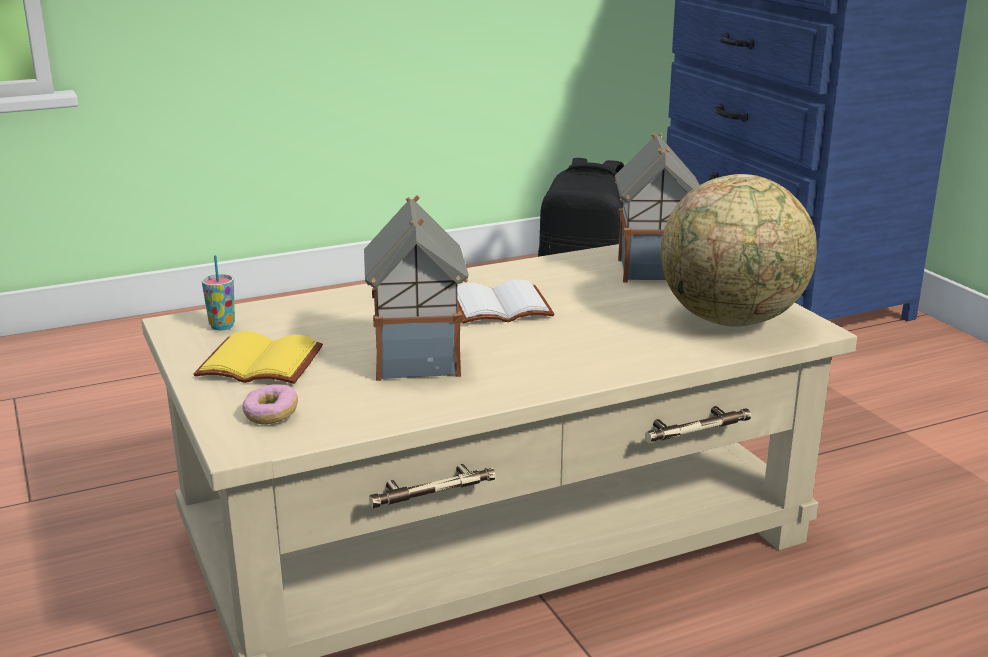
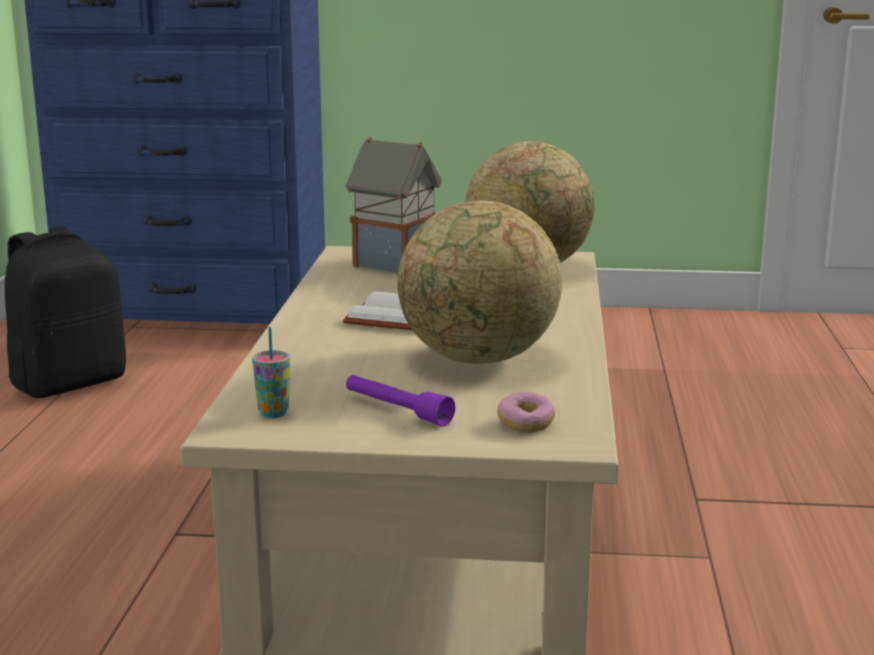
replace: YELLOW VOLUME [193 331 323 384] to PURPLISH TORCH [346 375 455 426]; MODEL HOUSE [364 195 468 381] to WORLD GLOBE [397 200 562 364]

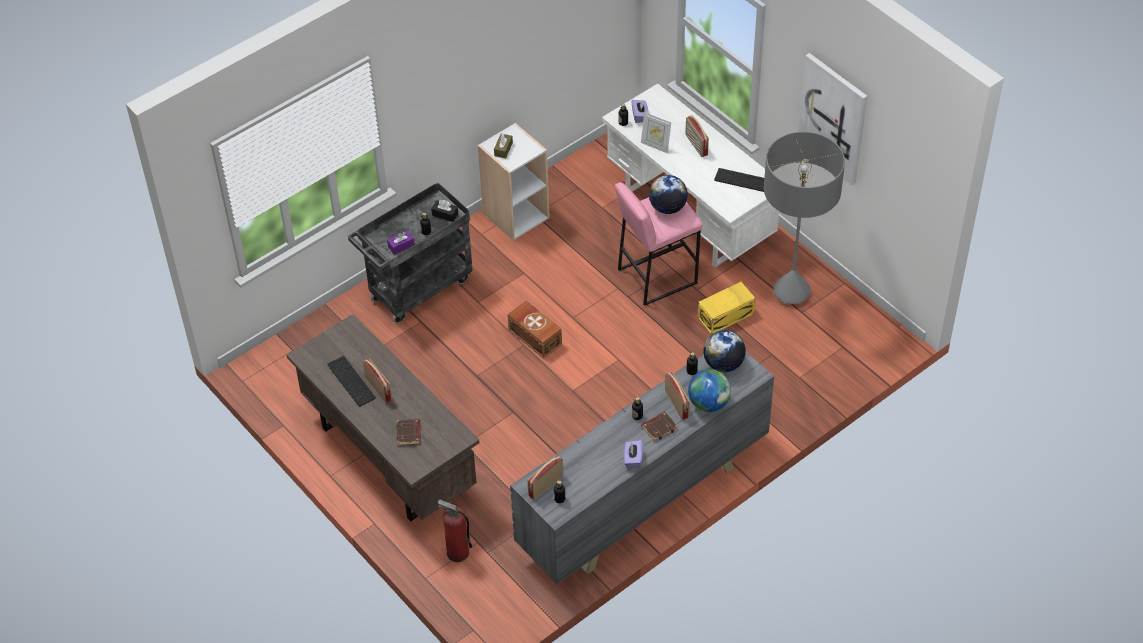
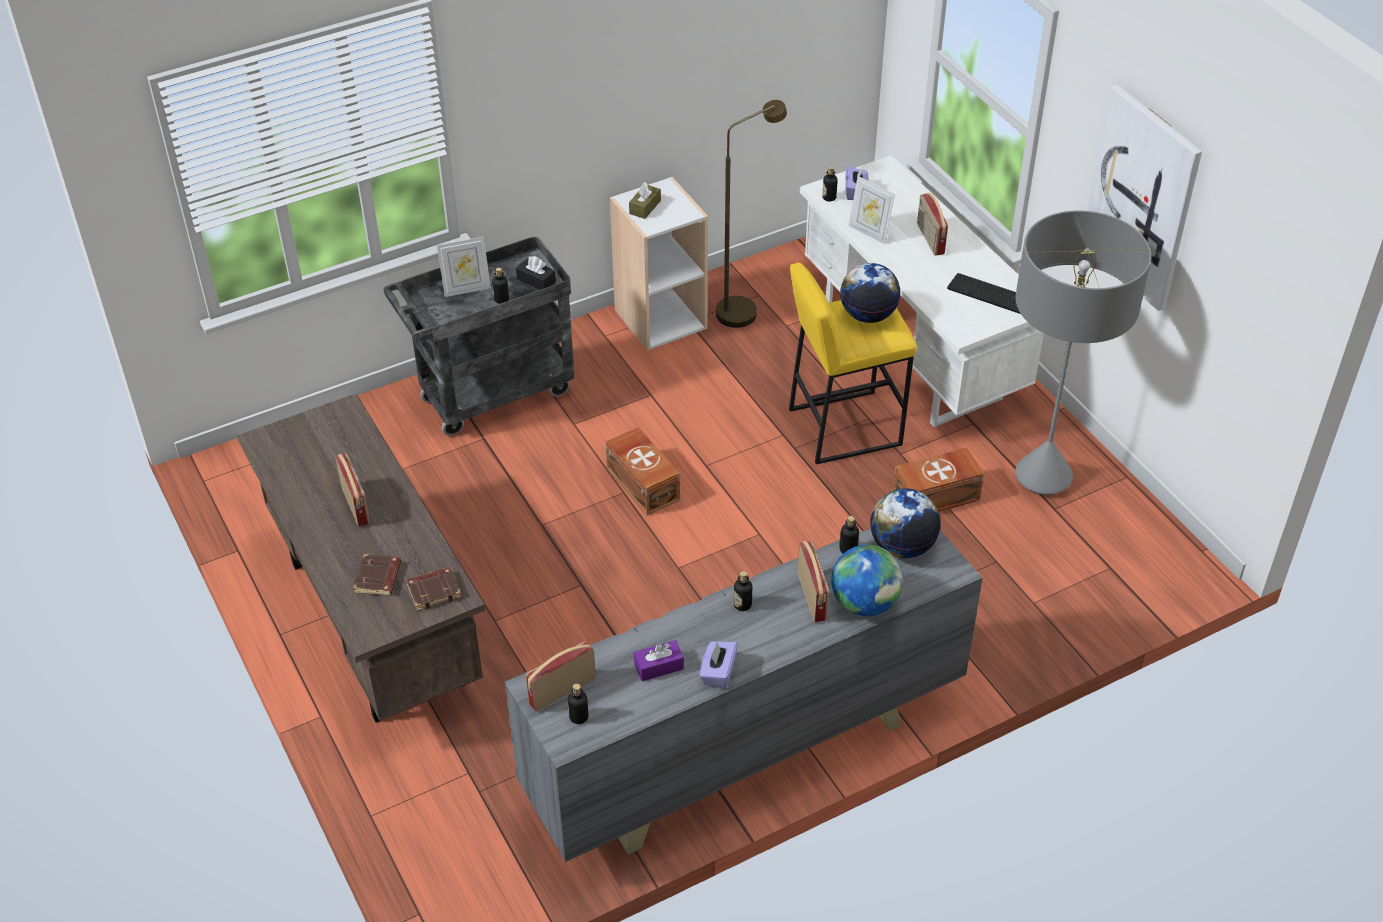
delete: COMPUTER KEYBOARD [327 356 376 407]; EXTINGUISHER [438 499 472 562]
insert: PICTURE FRAME [437 237 491 297]; BROWN-COLOURED STANDARD LAMP [716 100 787 328]
move: PURPLISH TISSUE HOLDER [387 231 415 254] to [634 640 684 681]; BROWN-COLOURED VOLUME [641 412 678 442] to [406 567 461 611]
recolor: PINK-COLOURED STOOL SEAT [615 182 702 306] to YELLOW STOOL SEAT [789 263 917 464]; YELLOW STORAGE CONTAINER [698 282 755 335] to BROWN-COLOURED STORAGE CONTAINER [893 447 984 512]

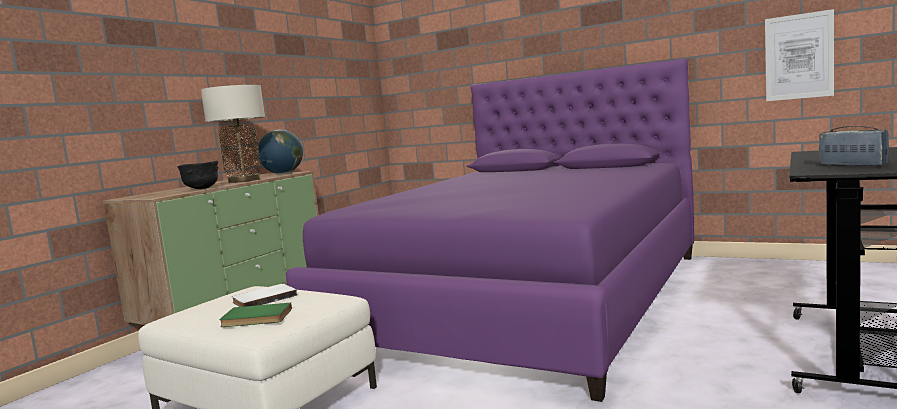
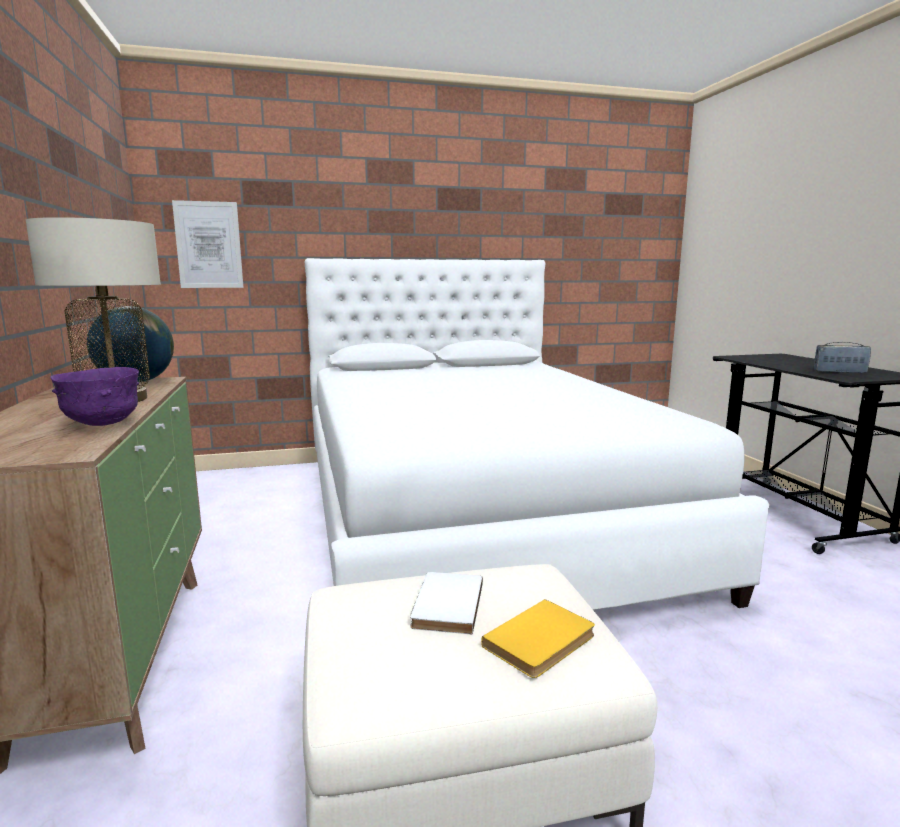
move: WALL ART [765 9 834 101] to [172 200 244 288]
recolor: BLACKISH BOWL [177 161 219 189] to PURPLISH BOWL [50 367 139 426]; GREENISH VOLUME [219 303 292 327] to YELLOW VOLUME [481 599 595 678]; PURPLISH BEDROOM BED [286 58 694 402] to WHITISH BEDROOM BED [305 258 769 610]

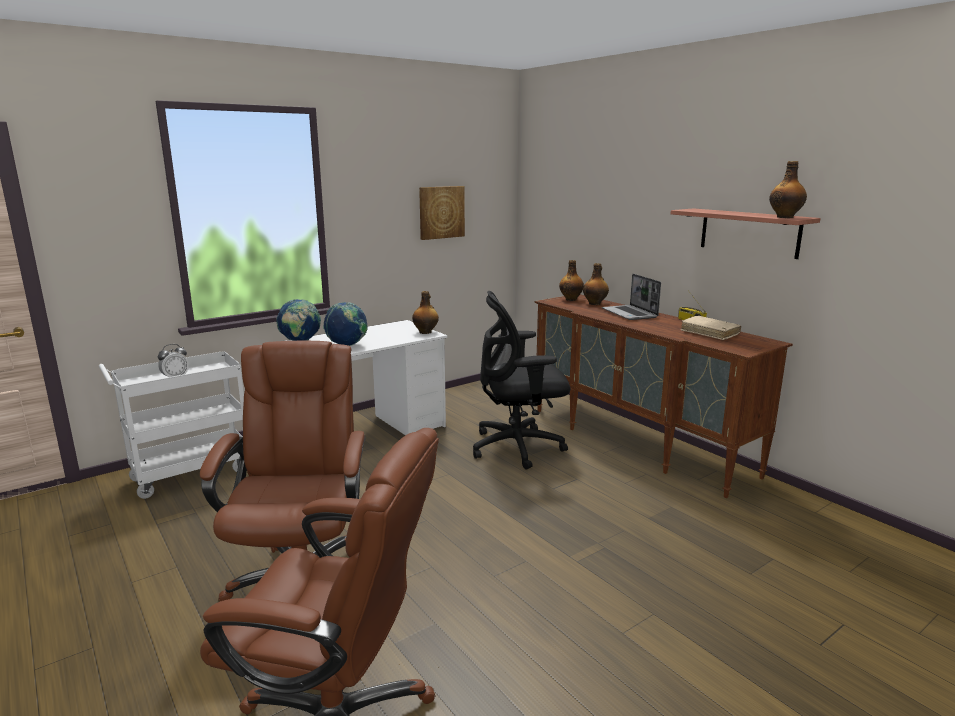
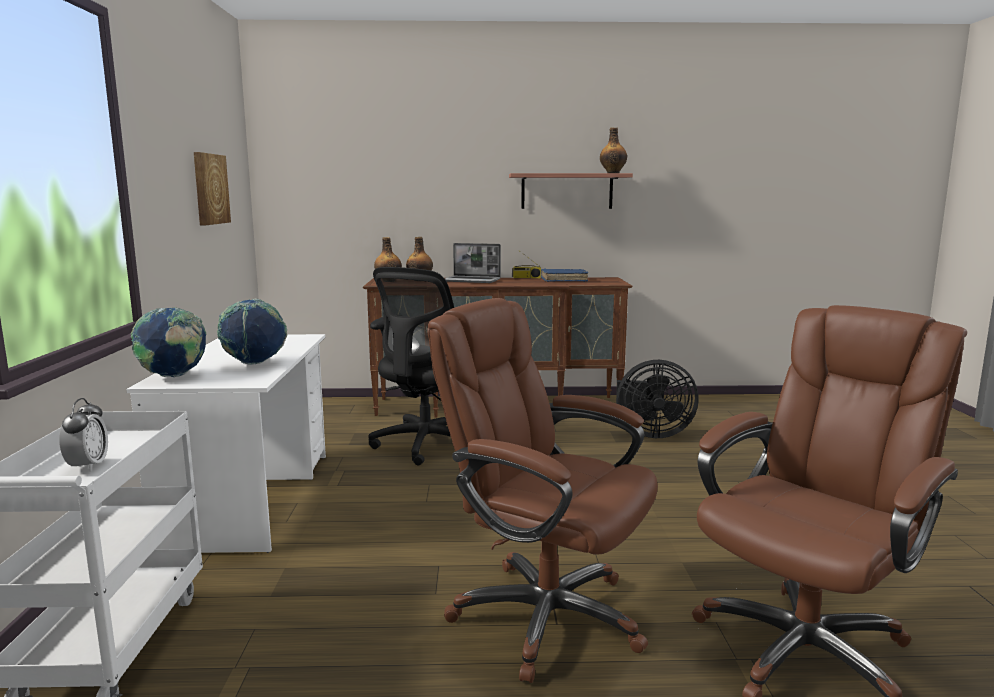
delete: DRINK BOTTLE [412 291 439 334]
insert: BLACKISH COOLING FAN [616 360 699 438]
recolor: BEIGE-COLOURED VOLUME [681 316 741 340] to BLUE-COLOURED VOLUME [541 268 588 282]

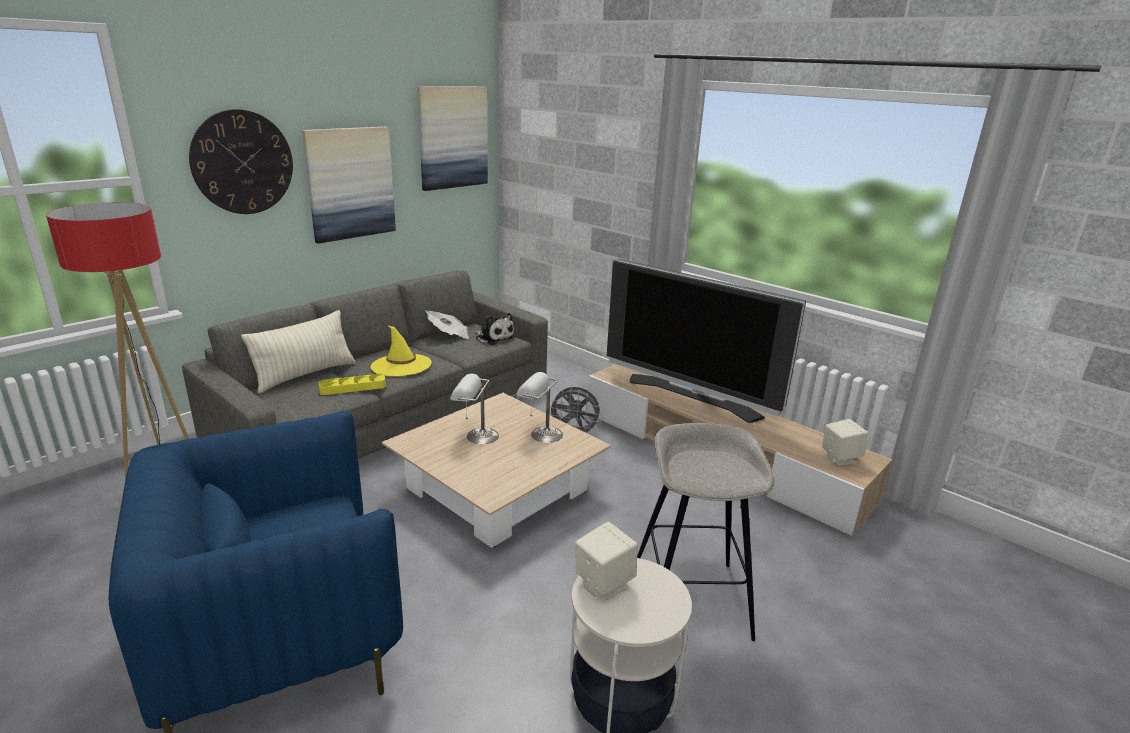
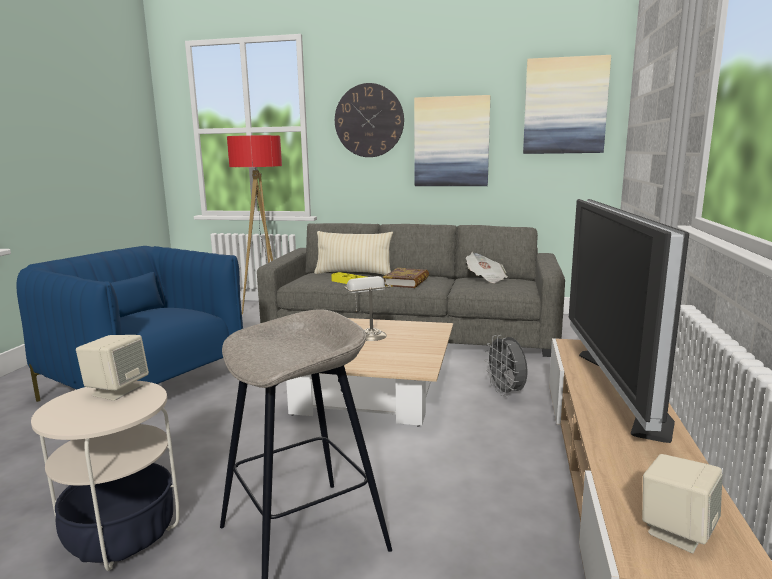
delete: PLUSH TOY [474 313 515 345]; WHITISH TABLE LAMP [516 372 563 443]
replace: YELLOW WEARABLE HAT [371 325 432 376] to VOLUME [383 268 429 288]

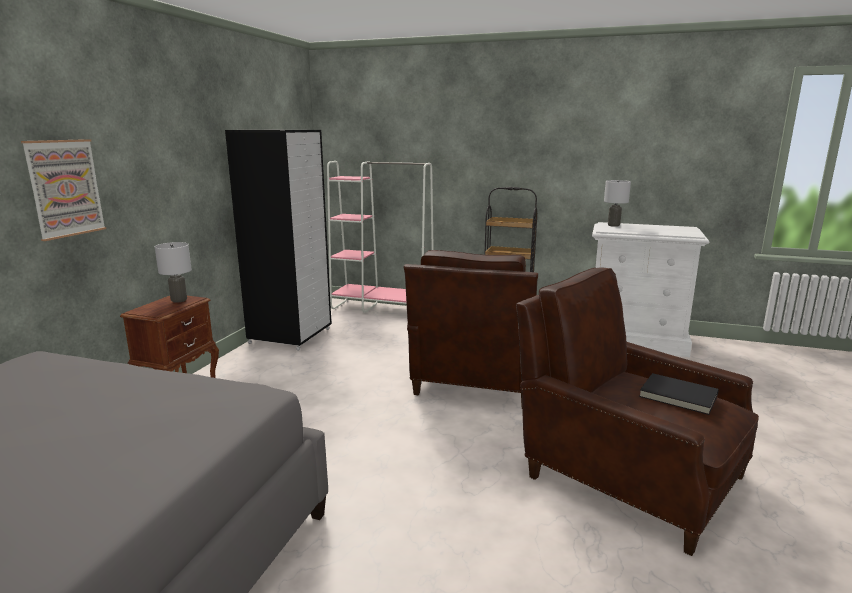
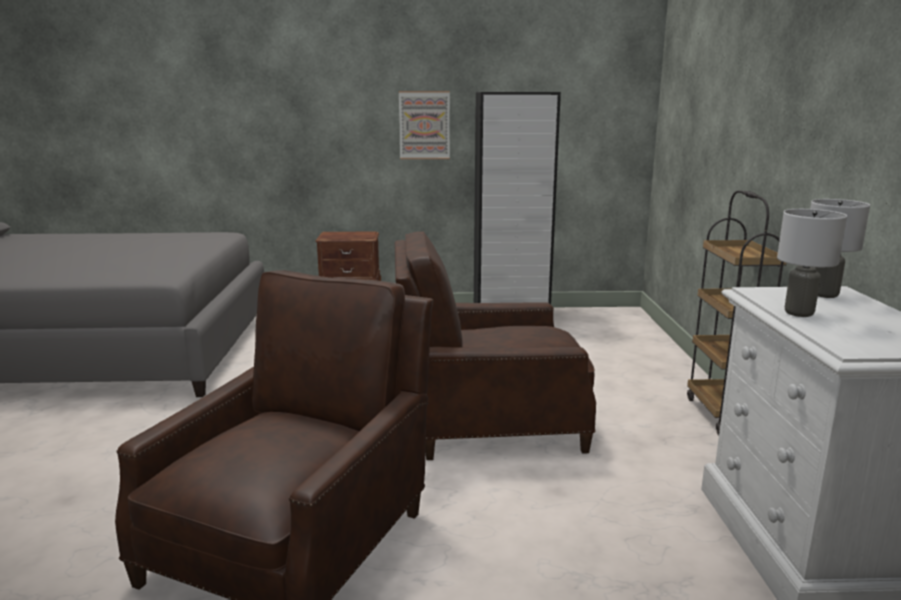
delete: PINK-COLOURED GARMENT STAND [327 161 434 313]; BLACKISH VOLUME [639 373 719 415]
move: WALL ART [21 139 106 241] to [399 91 450 159]; WHITISH TABLE LAMP [155 242 192 303] to [777 209 847 317]

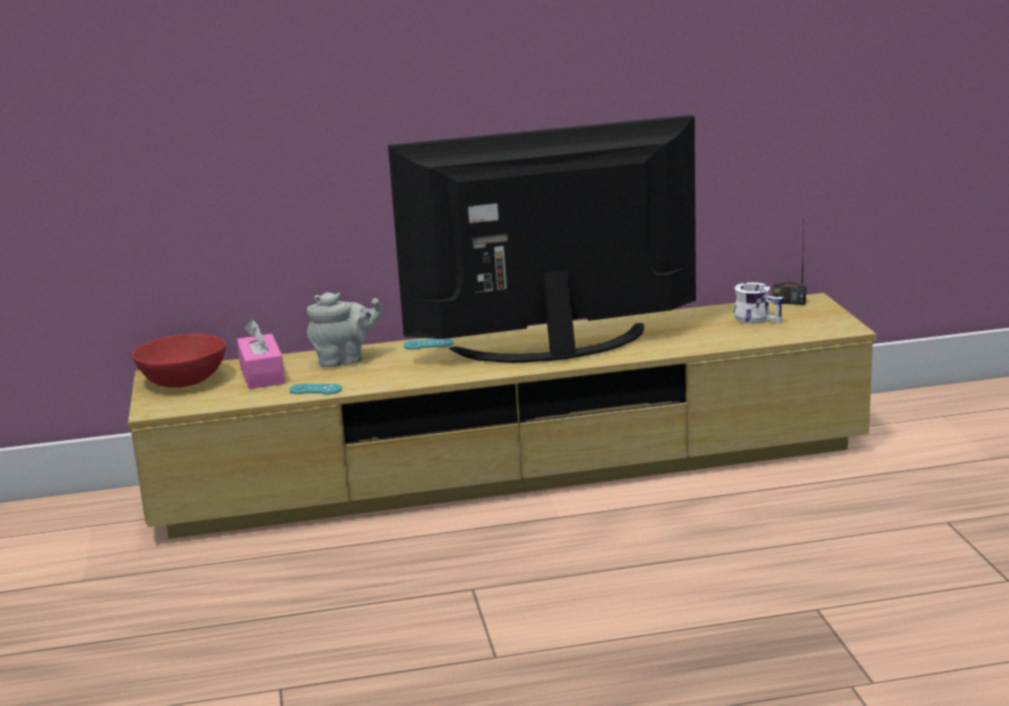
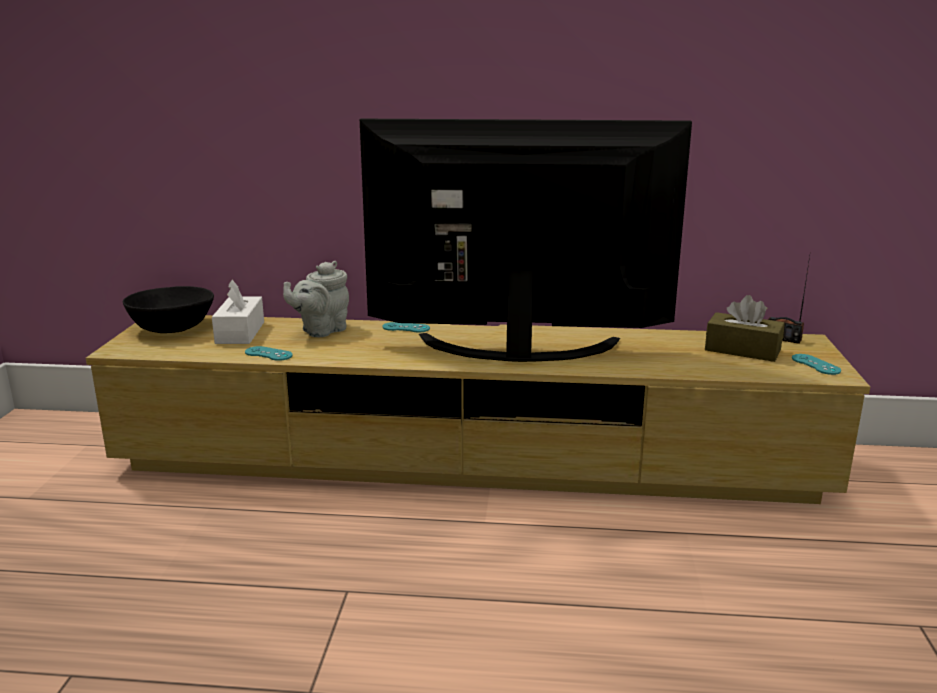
insert: TURQUOISE JOYPAD [792 354 841 375]
replace: WHITISH MUG [734 282 784 324] to BROWN-COLOURED TISSUE HOLDER [705 295 785 362]
recolor: REDDISH BOWL [132 334 226 388] to BLACKISH BOWL [123 286 214 333]; PINK-COLOURED TISSUE HOLDER [237 320 285 389] to WHITISH TISSUE HOLDER [212 280 264 344]
rotate: GREYISH POT FOR TEA [307 292 383 368] = [283 261 349 337] 135 degrees clockwise

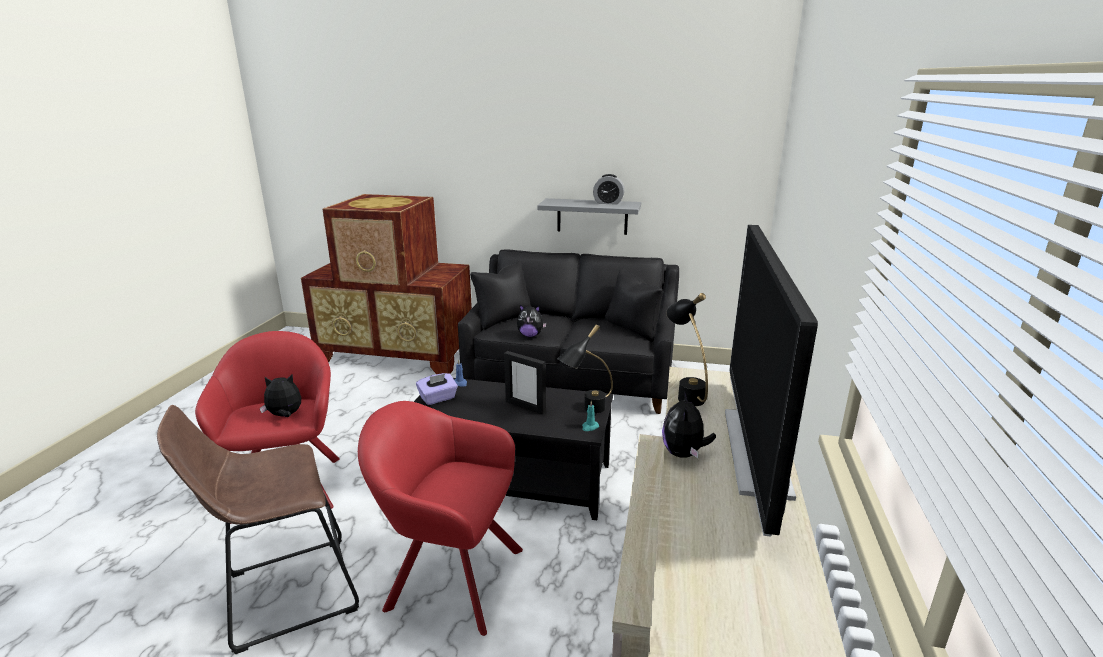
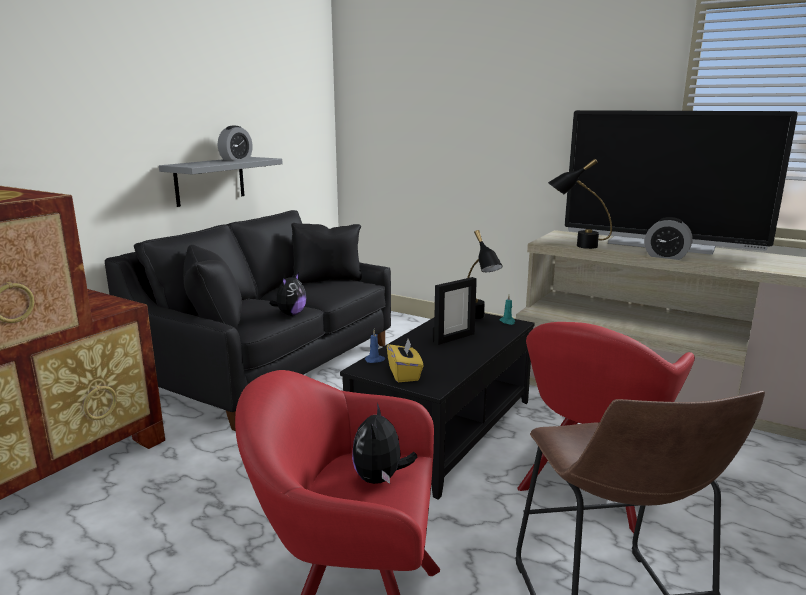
replace: PLUSH TOY [662 391 716 458] to ALARM CLOCK [645 217 693 260]
recolor: PURPLISH TISSUE HOLDER [416 373 458 405] to YELLOW TISSUE HOLDER [387 339 424 382]

